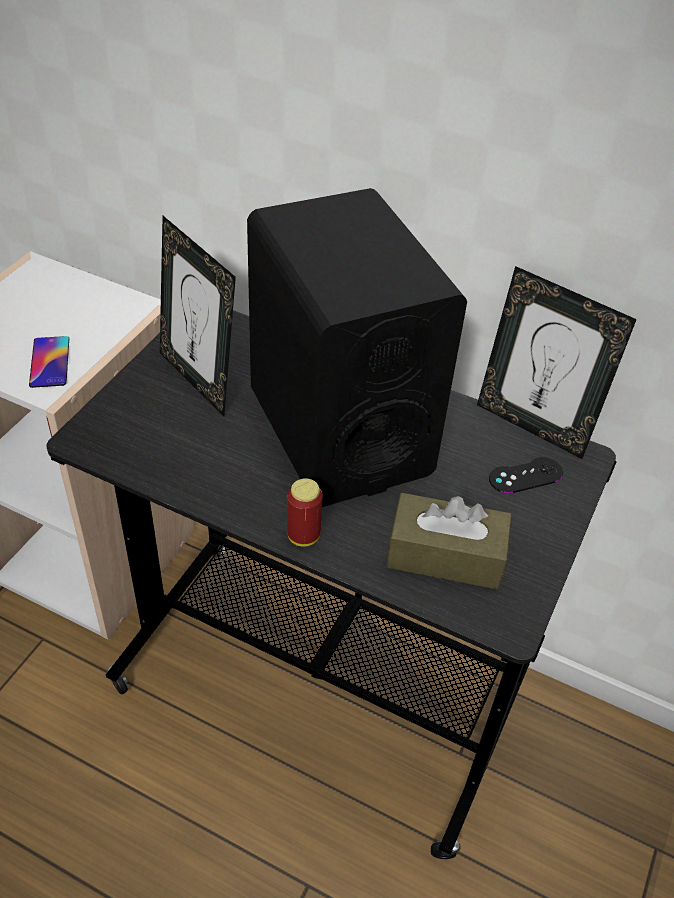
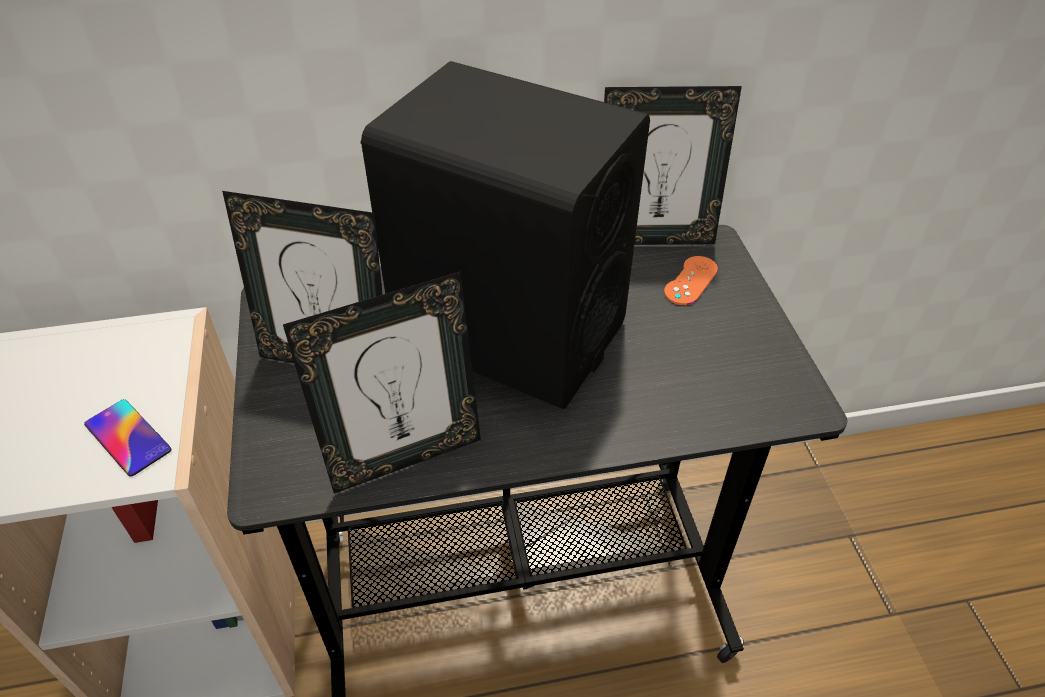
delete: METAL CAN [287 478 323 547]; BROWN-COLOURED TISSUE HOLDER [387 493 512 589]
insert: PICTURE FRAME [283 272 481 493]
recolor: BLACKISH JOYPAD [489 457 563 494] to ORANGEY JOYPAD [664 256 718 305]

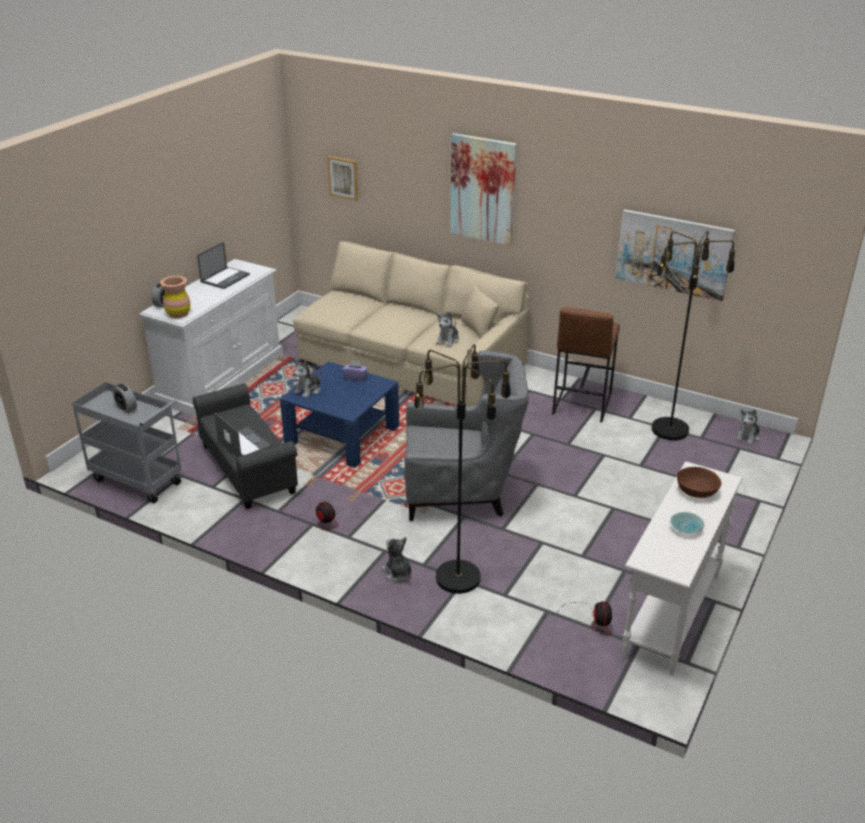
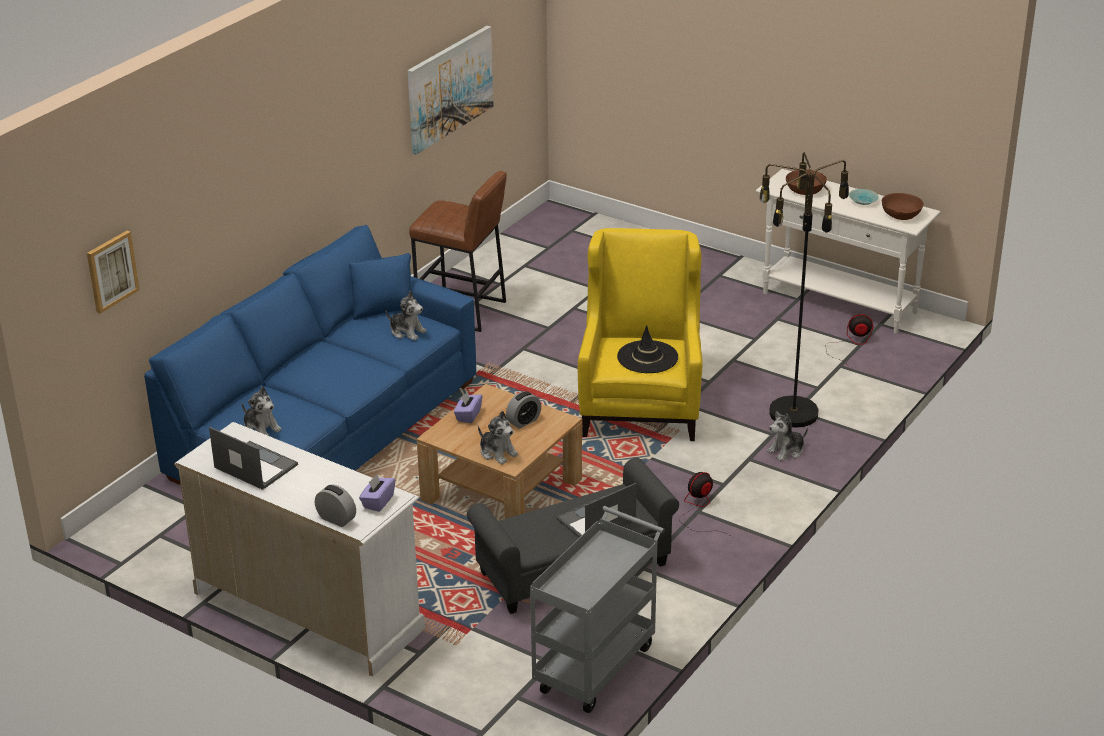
delete: WALL ART [450 133 517 246]; STANDARD LAMP [652 230 735 441]
insert: BLACKISH WEARABLE HAT [617 325 678 373]; BROWN-COLOURED BOWL [882 193 924 220]
move: ALARM CLOCK [113 384 137 413] to [506 391 541 429]; PLUSH TOY [736 409 760 445] to [241 386 282 436]
replace: BROWN-COLOURED FLOWER VASE [160 276 191 318] to PURPLISH TISSUE HOLDER [359 474 395 512]
recolor: BLUE-COLOURED LOW TABLE [280 361 399 468] to BROWN-COLOURED LOW TABLE [417 384 582 519]; BEIGE-COLOURED SOFA [293 241 530 406] to BLUE-COLOURED SOFA [144 225 476 485]; GREYISH LOUNGE CHAIR [404 350 529 521] to YELLOW LOUNGE CHAIR [578 228 702 441]

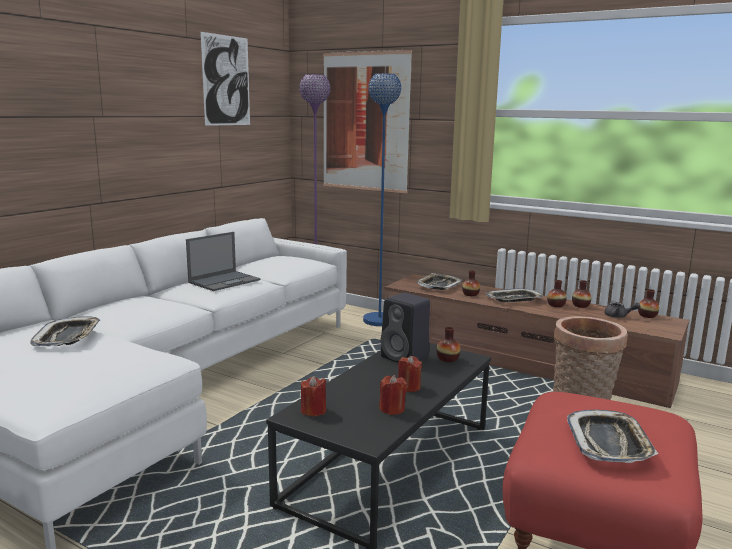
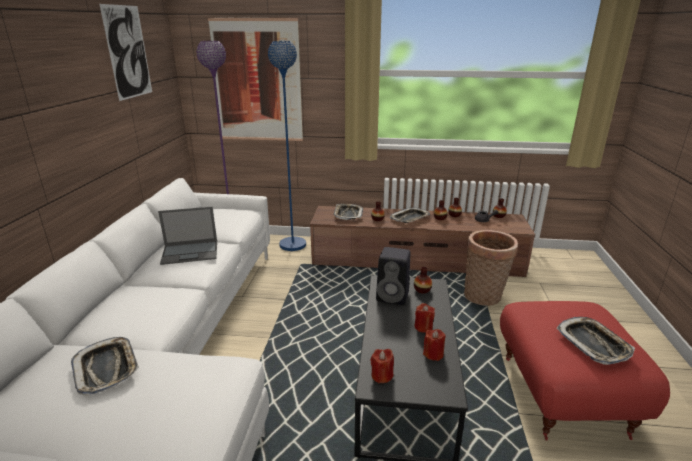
rotate: LAPTOP [186 232 261 291] = [158 207 217 265] 60 degrees clockwise

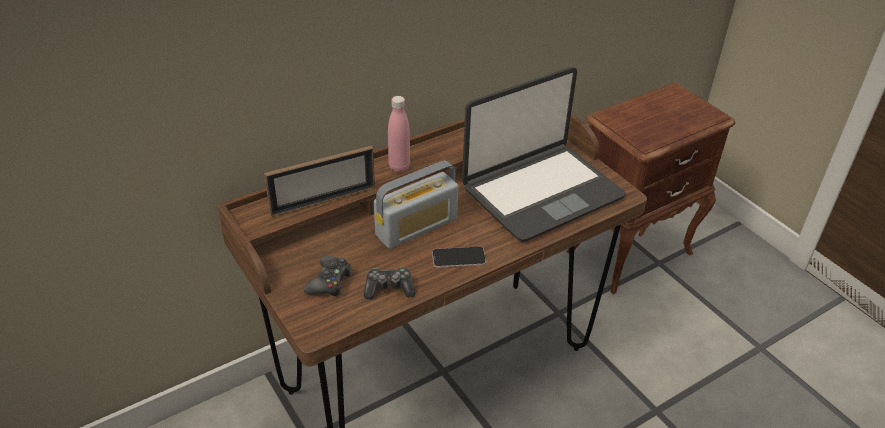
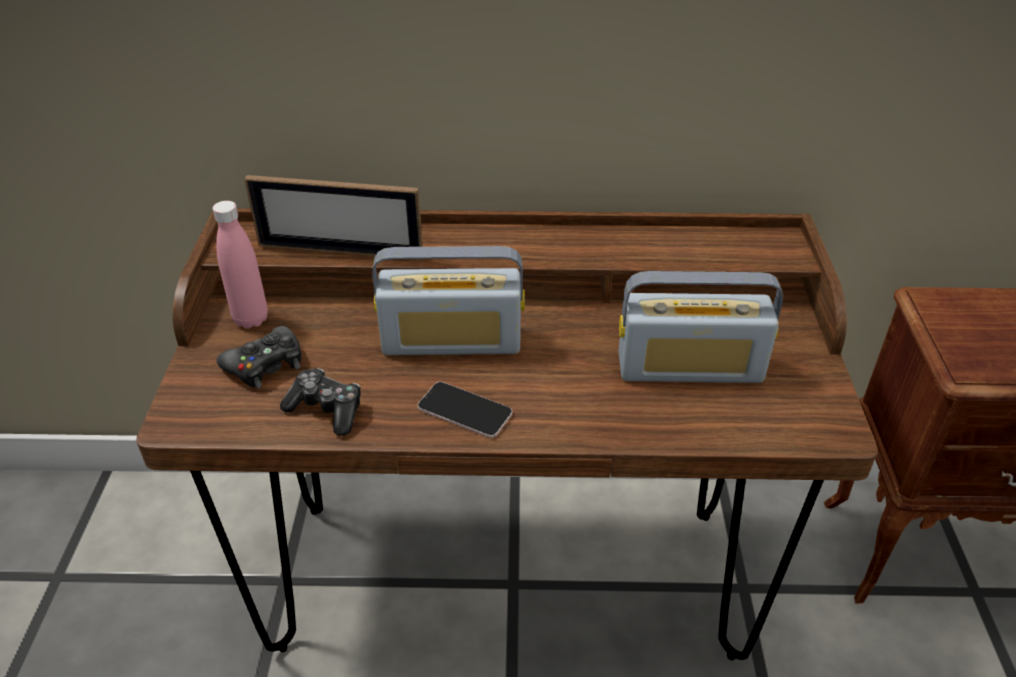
move: PINK-COLOURED DRINK BOTTLE [388 96 410 172] to [212 201 268 329]
replace: LAPTOP [462 67 626 242] to RADIO SET [618 271 783 383]

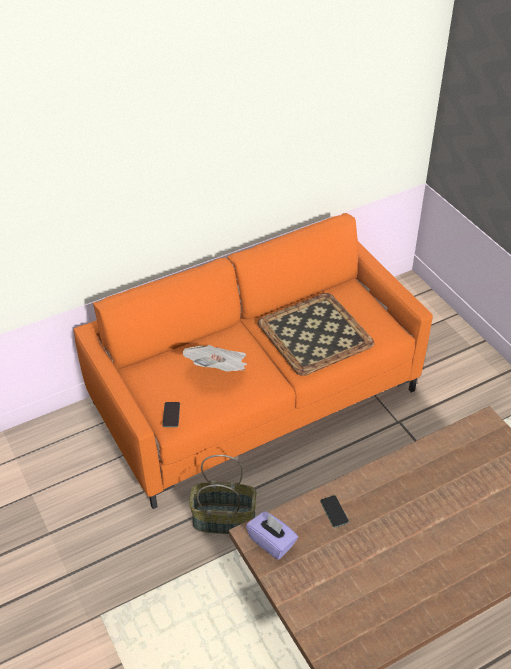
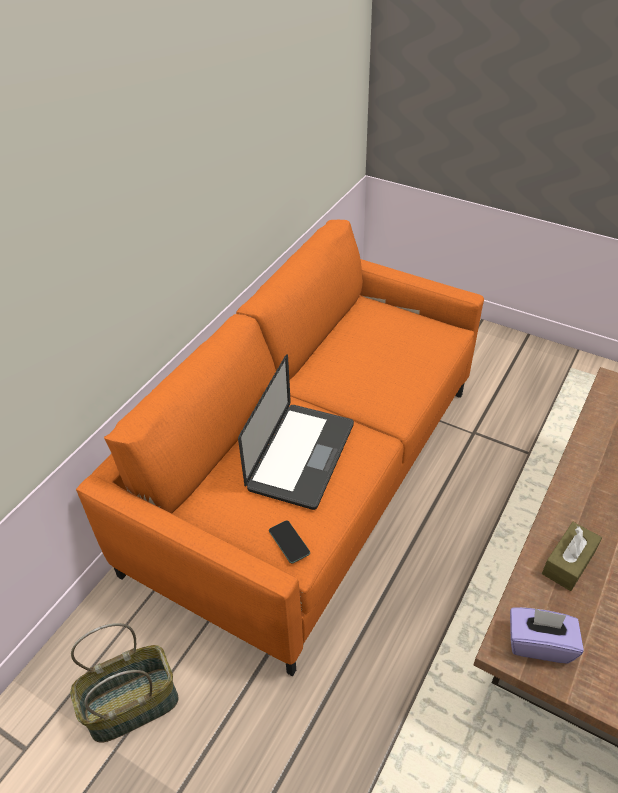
delete: SERVING TRAY [258 293 374 376]
move: STORAGE BASKET [189 455 257 534] to [70 623 179 742]
replace: NEWSPAPER [183 345 247 372] to LAPTOP [238 354 354 510]; TELEPHONE [321 495 349 527] to BROWN-COLOURED TISSUE HOLDER [542 522 602 591]

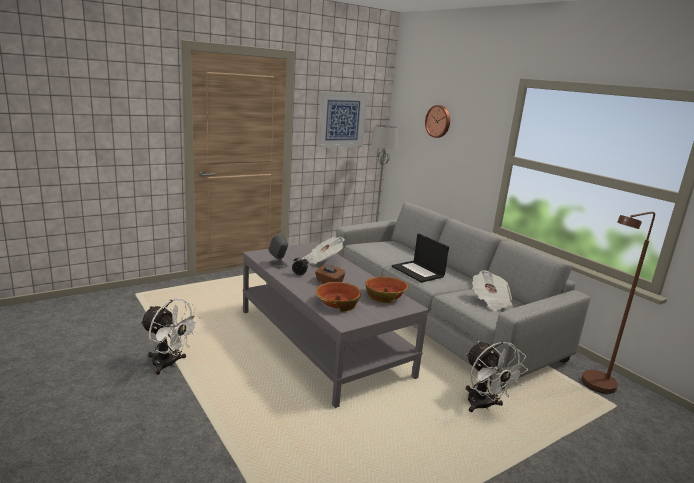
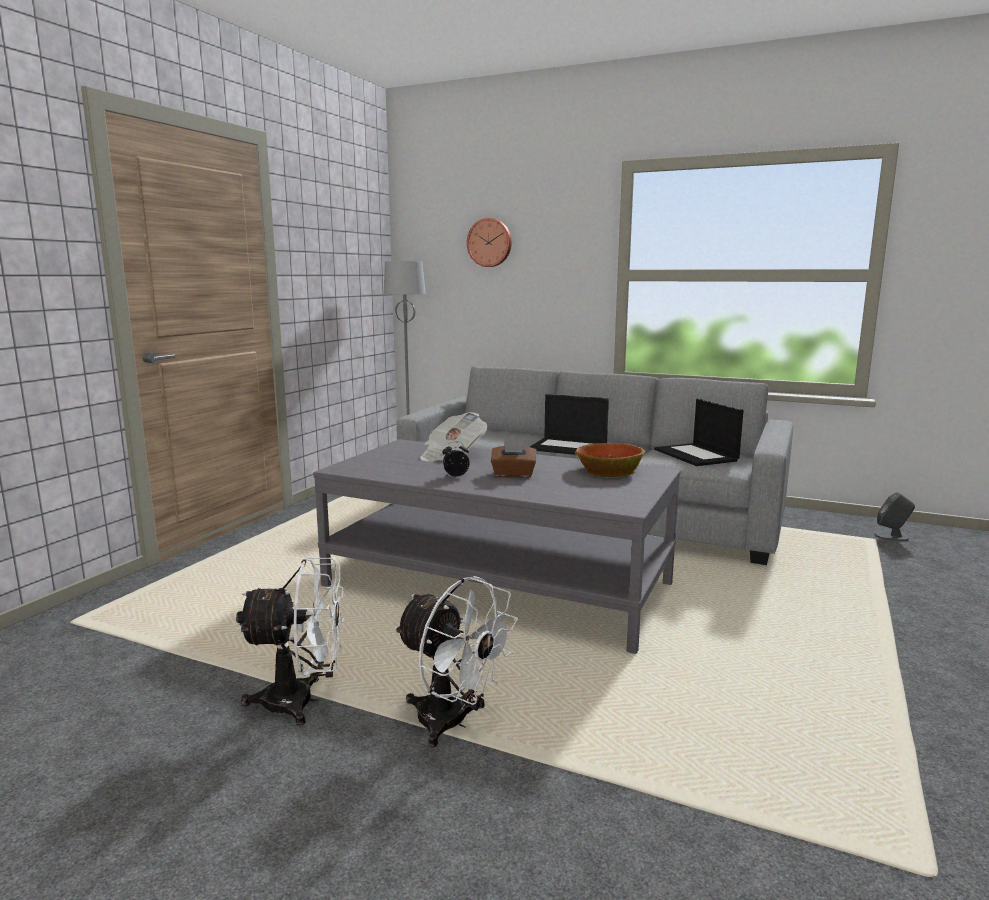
delete: BOWL [315 282 361 312]; WALL ART [318 91 367 148]; BROWN-COLOURED STANDARD LAMP [581 212 655 394]
move: GREYISH LOUDSPEAKER [269 234 288 268] to [874 492 915 541]; WHITISH COOLING FAN [466 341 528 412] to [394 576 518 748]
replace: NEWSPAPER [473 270 513 311] to LAPTOP [654 398 744 466]

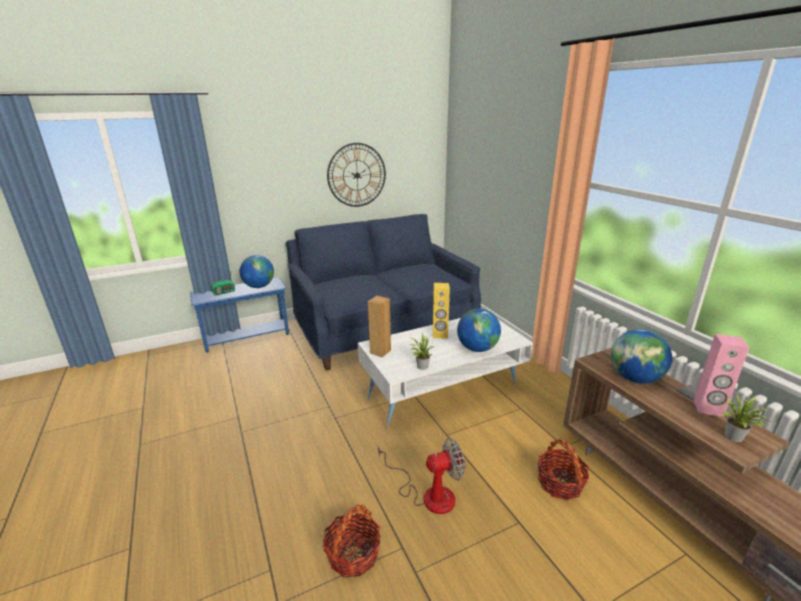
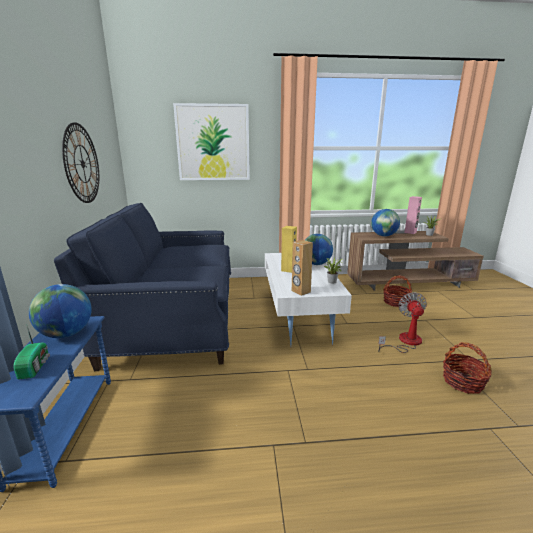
insert: WALL ART [173 103 250 180]

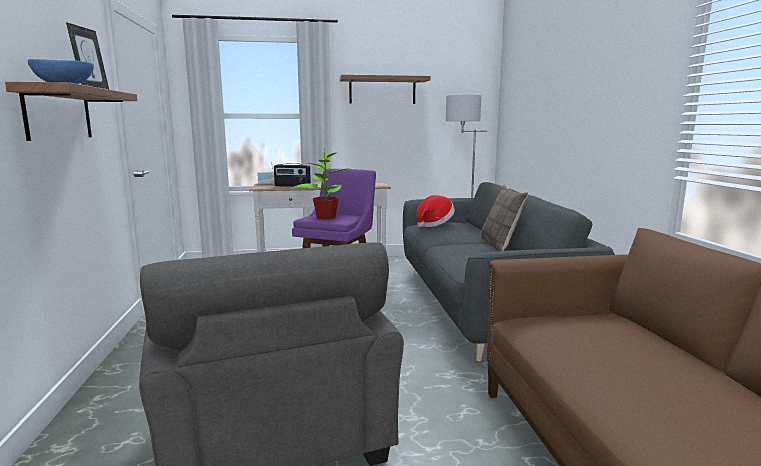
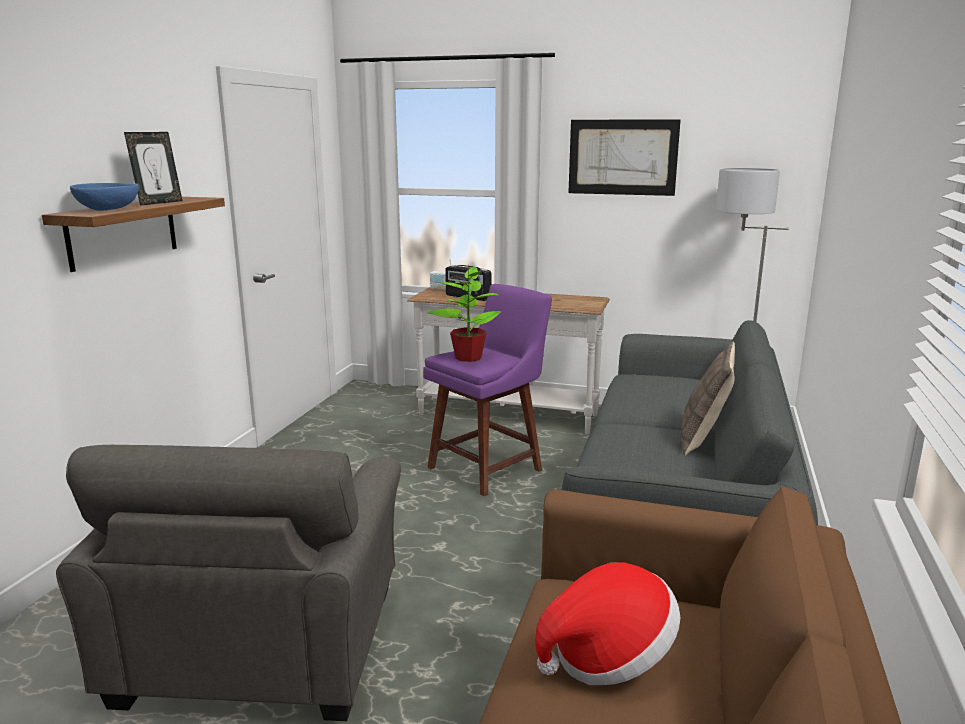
move: WEARABLE HAT [417 195 455 227] to [535 562 680 685]
replace: SHELF [340 75 431 104] to WALL ART [568 119 681 196]

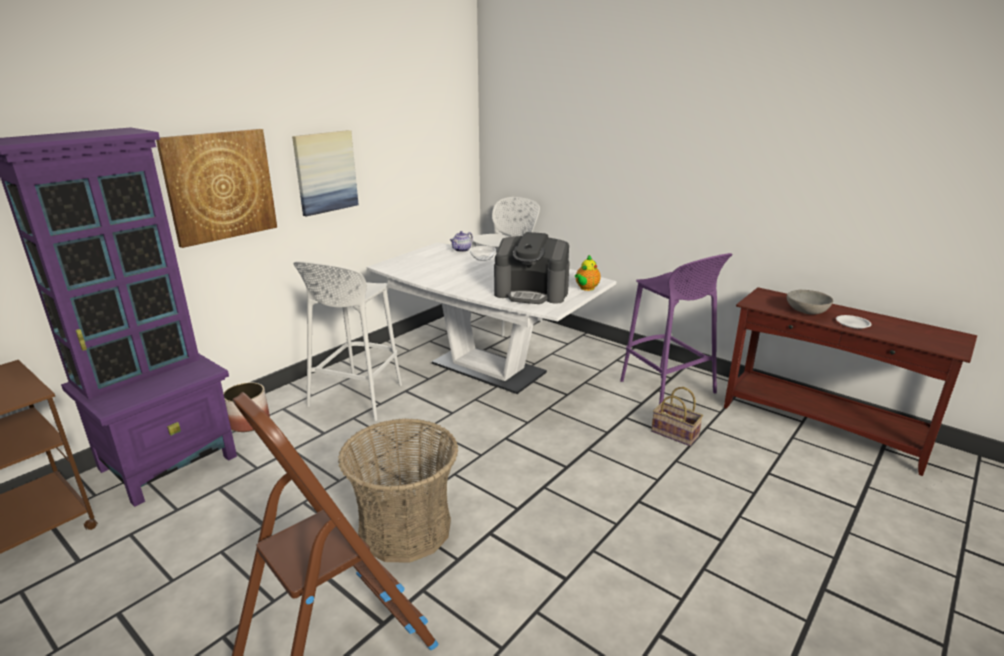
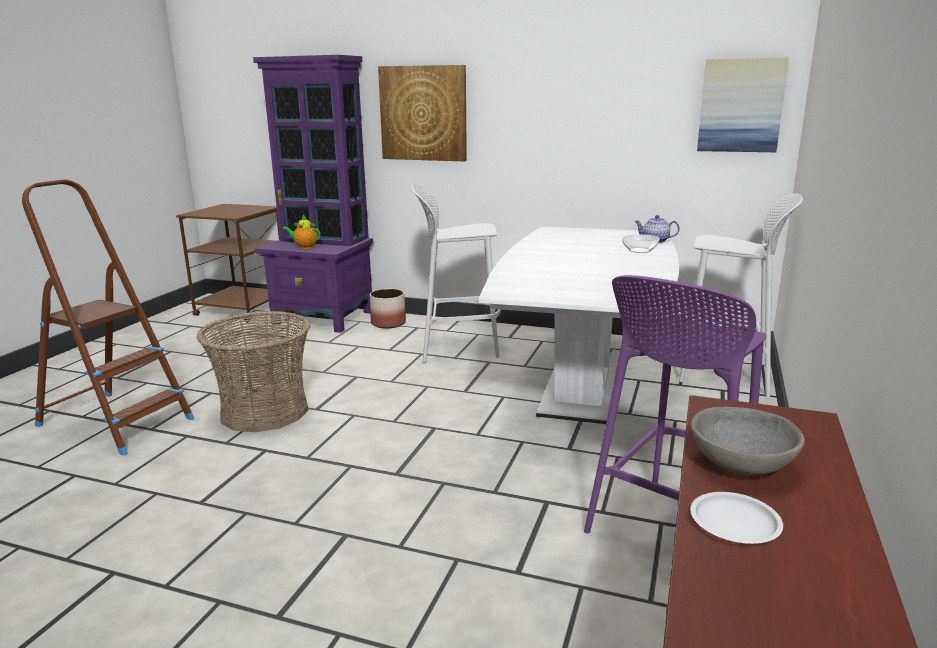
delete: COFFEE BREWER [494 232 570 304]; STORAGE BASKET [651 387 703 446]
move: WALL ART [292 130 359 217] to [697 57 789 152]; POT FOR TEA [575 255 601 291] to [282 215 321 249]

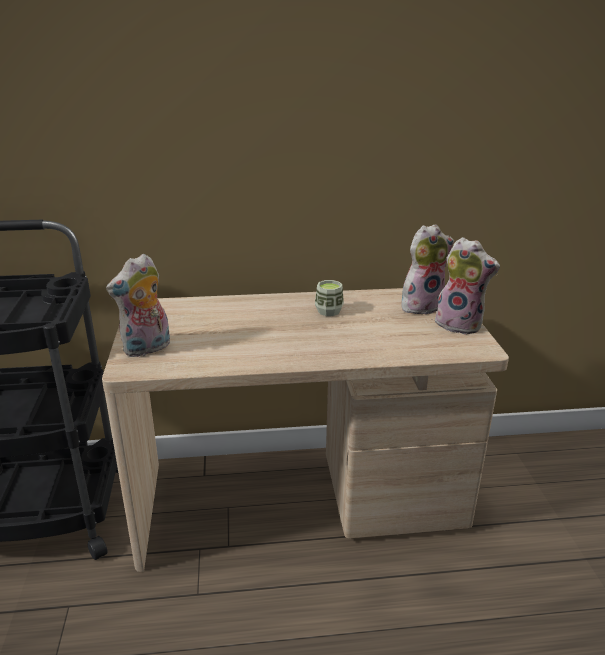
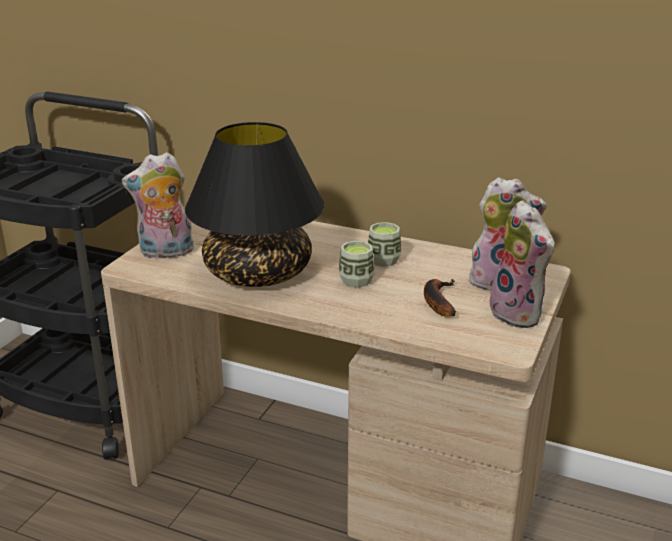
insert: BLACKISH TABLE LAMP [185 122 324 287]; CUP [339 241 375 288]; BANANA FRUIT [424 279 456 317]

